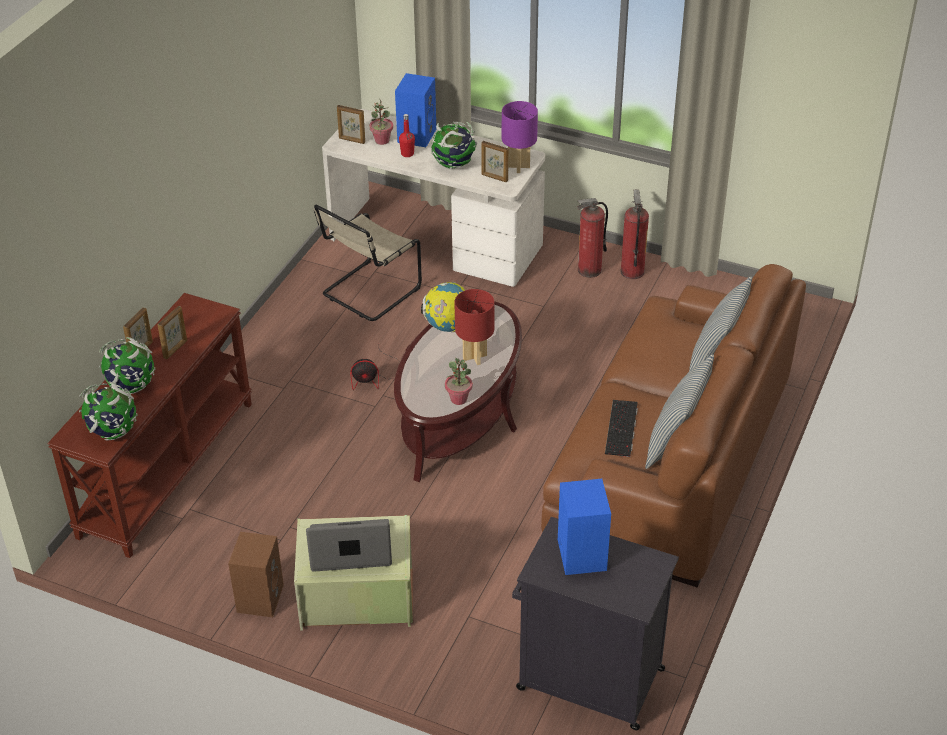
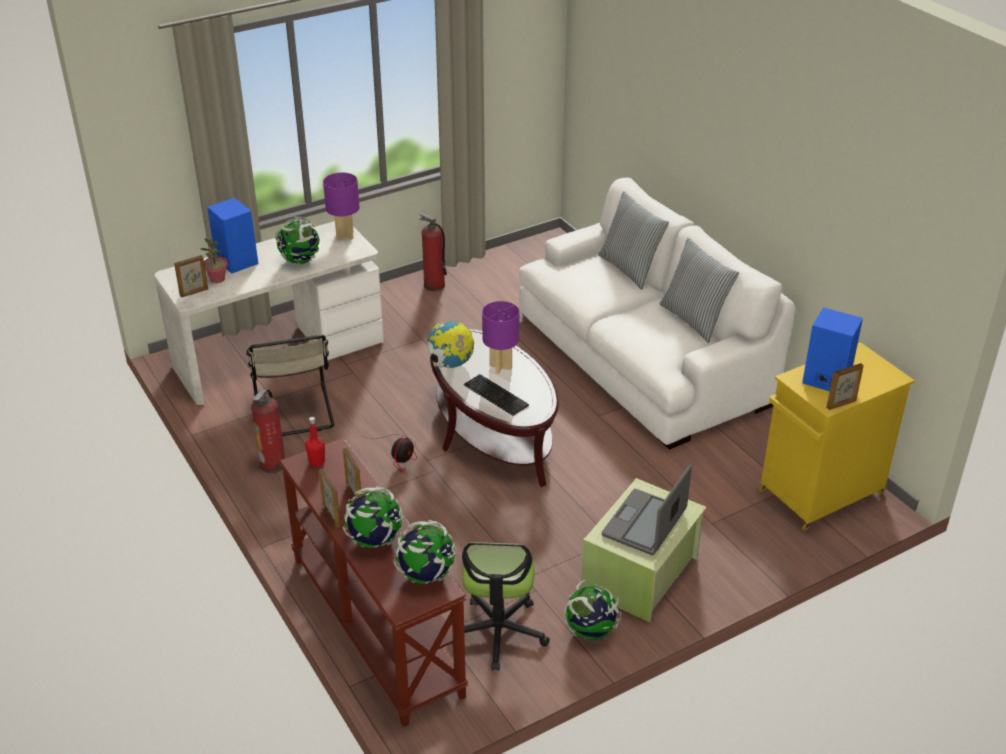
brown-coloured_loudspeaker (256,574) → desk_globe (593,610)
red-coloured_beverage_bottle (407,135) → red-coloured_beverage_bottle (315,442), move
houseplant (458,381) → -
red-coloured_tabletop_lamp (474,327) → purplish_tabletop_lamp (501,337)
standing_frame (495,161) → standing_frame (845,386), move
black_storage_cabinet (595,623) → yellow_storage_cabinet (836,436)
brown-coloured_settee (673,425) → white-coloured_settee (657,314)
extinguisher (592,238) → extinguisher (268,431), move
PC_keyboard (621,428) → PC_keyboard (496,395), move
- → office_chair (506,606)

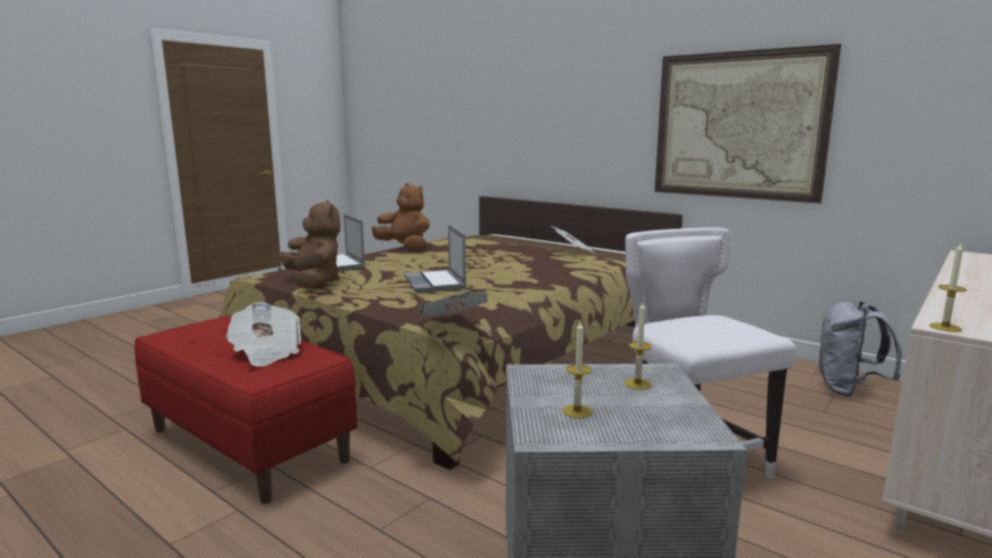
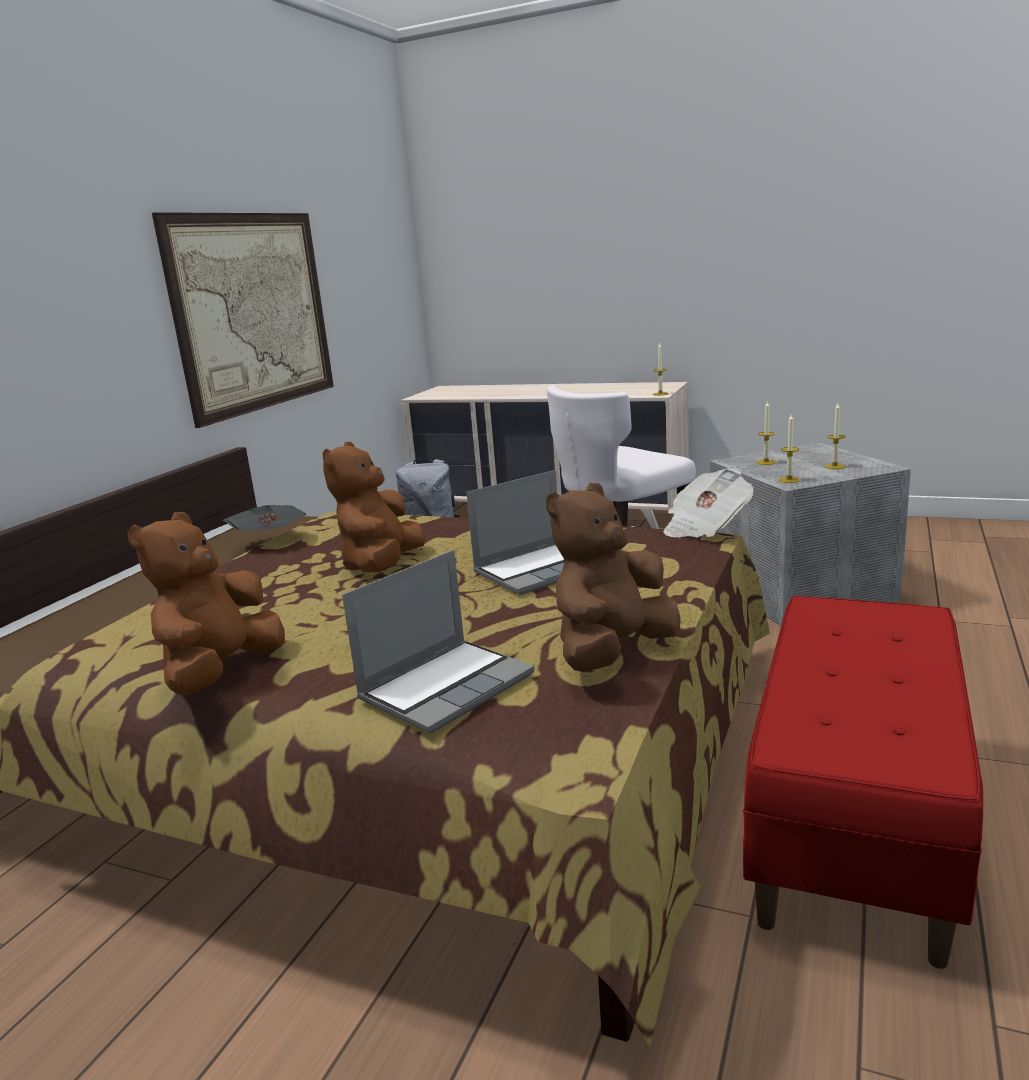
newspaper (263,334) → -
- → brown-coloured_cuddly_toy (374,507)
- → wax_light (789,449)

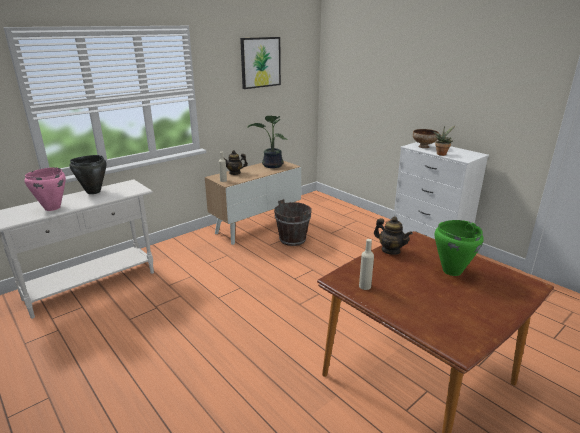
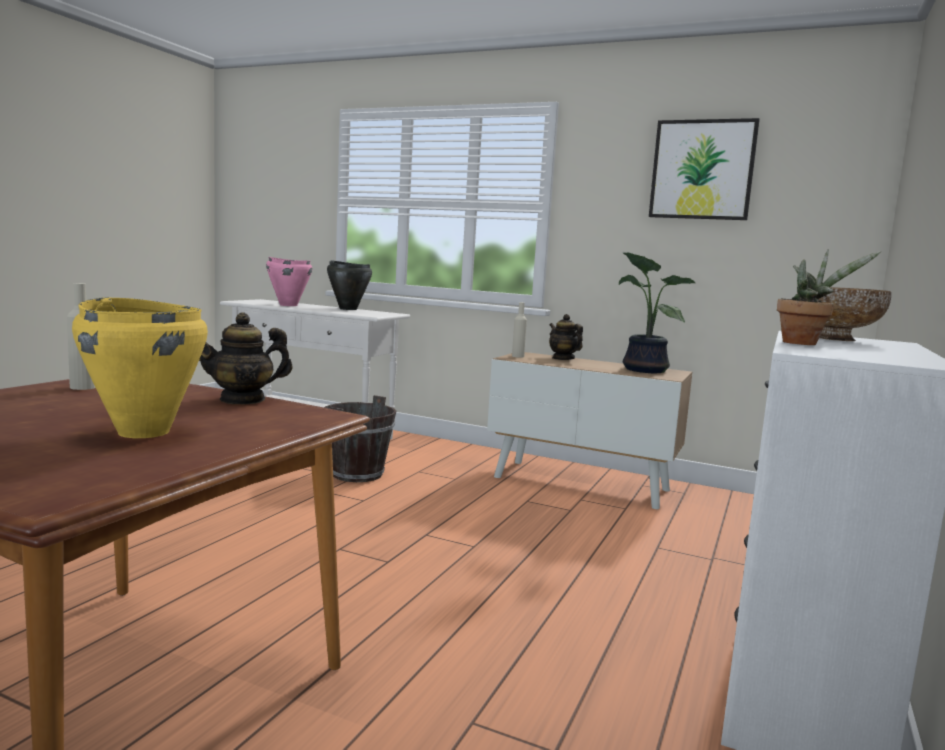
brown-coloured_water_bucket (293,222) → brown-coloured_water_bucket (360,438), move
teapot (393,235) → teapot (245,358), 45 degrees clockwise
green-coloured_saucepot (459,248) → yellow_saucepot (140,367)

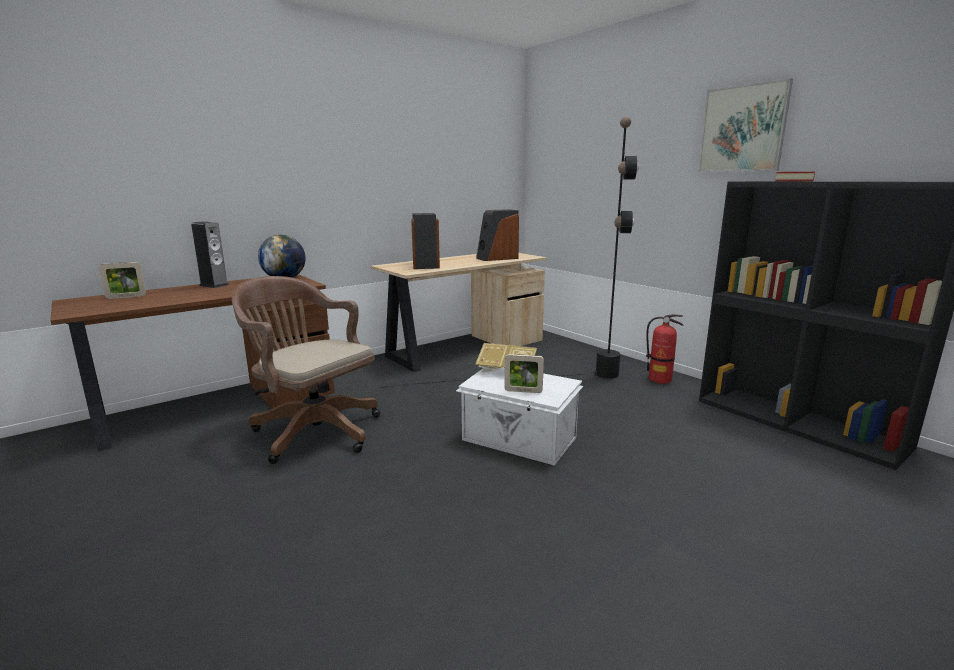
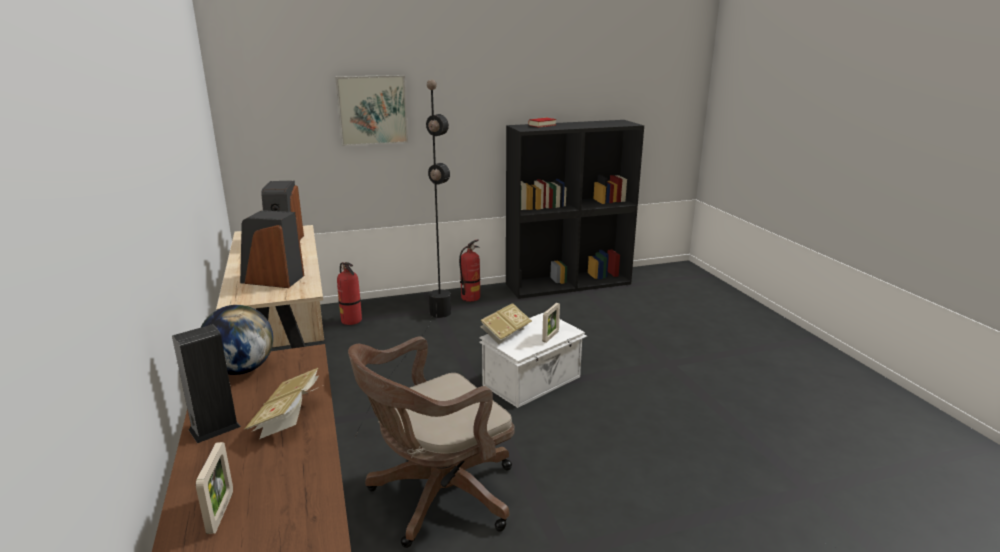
wall_art (745,125) → wall_art (371,110), move
- → bound_book (281,403)
- → extinguisher (349,293)

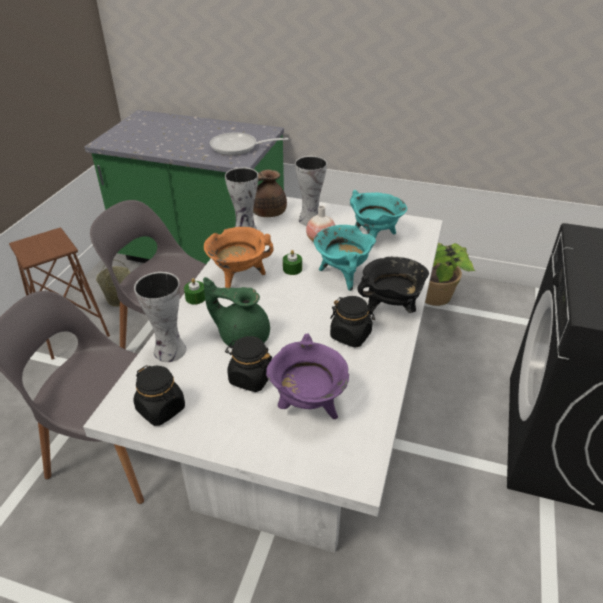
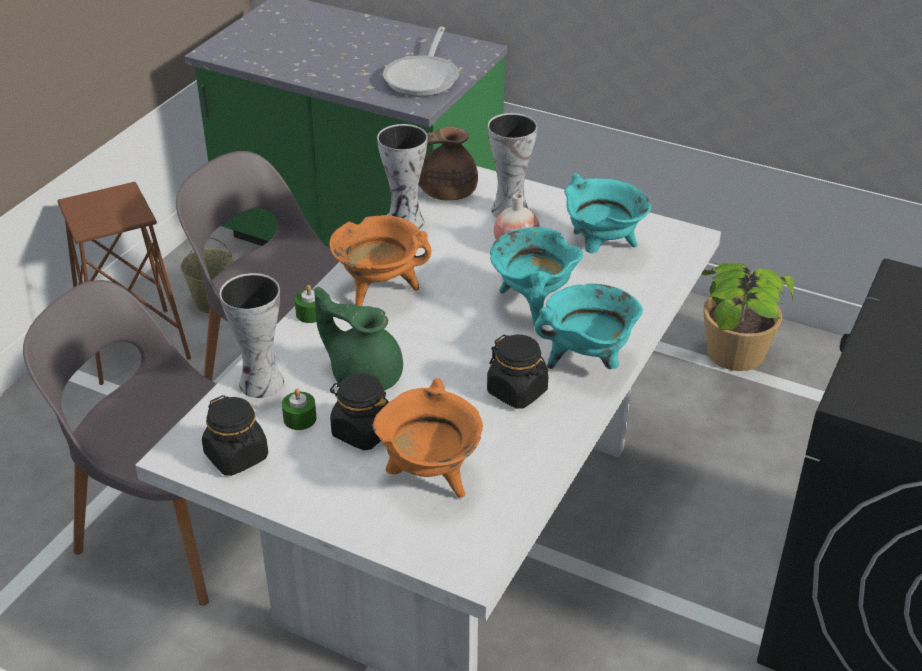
pan (249,143) → pan (421,61), 90 degrees counterclockwise
purplish_saucepot (307,376) → orangey_saucepot (428,438)
green-coloured_wax_light (292,262) → green-coloured_wax_light (299,409), move
black_saucepot (393,286) → turquoise_saucepot (588,326)

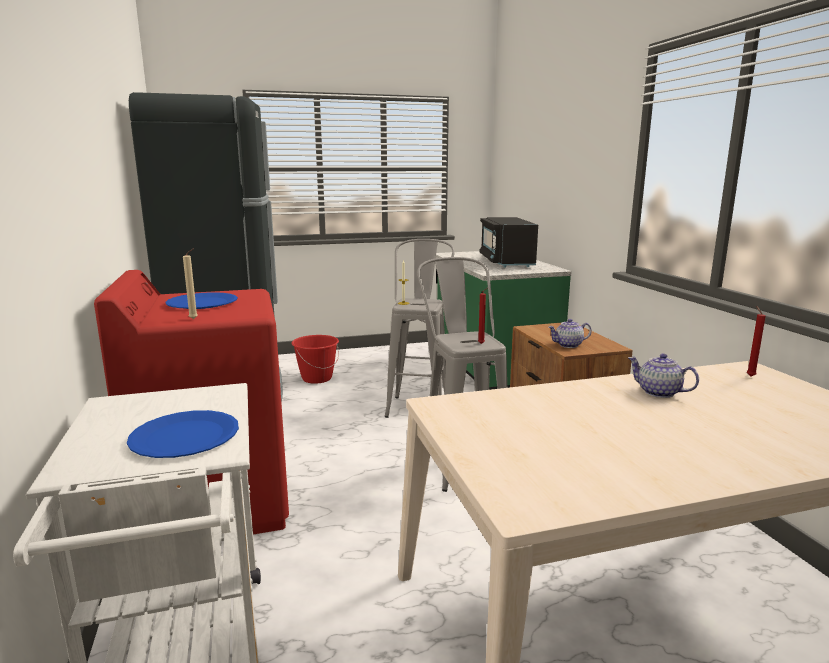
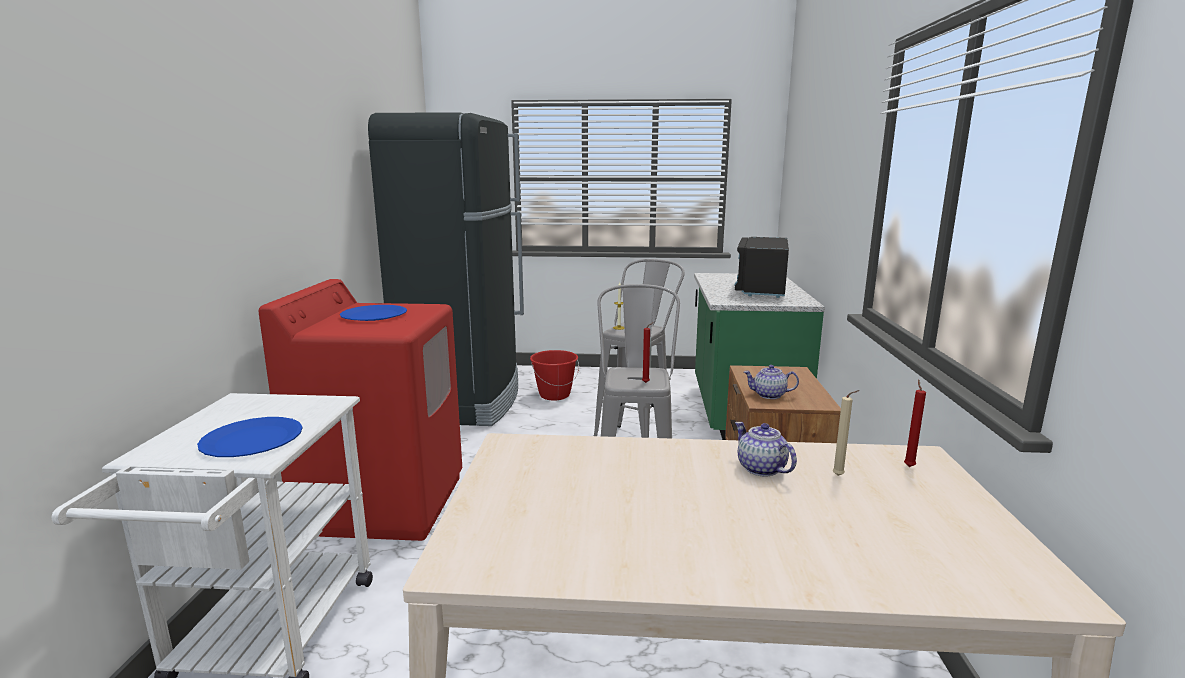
beige-coloured_wax_light (190,284) → beige-coloured_wax_light (845,433), move

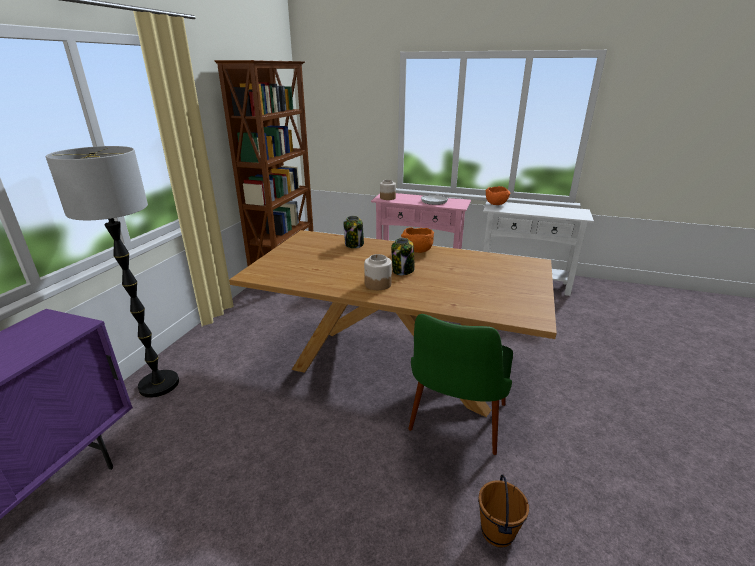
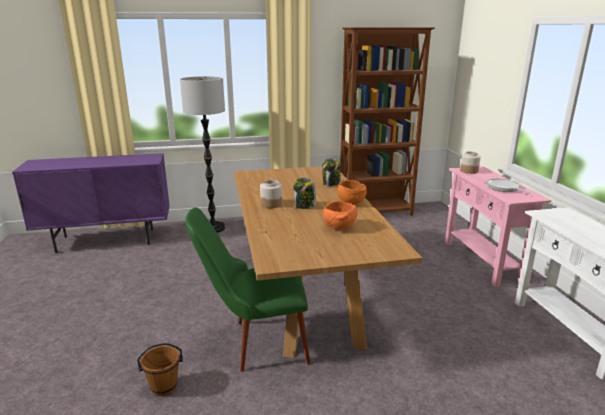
orangey_bowl (498,195) → orangey_bowl (340,215), move

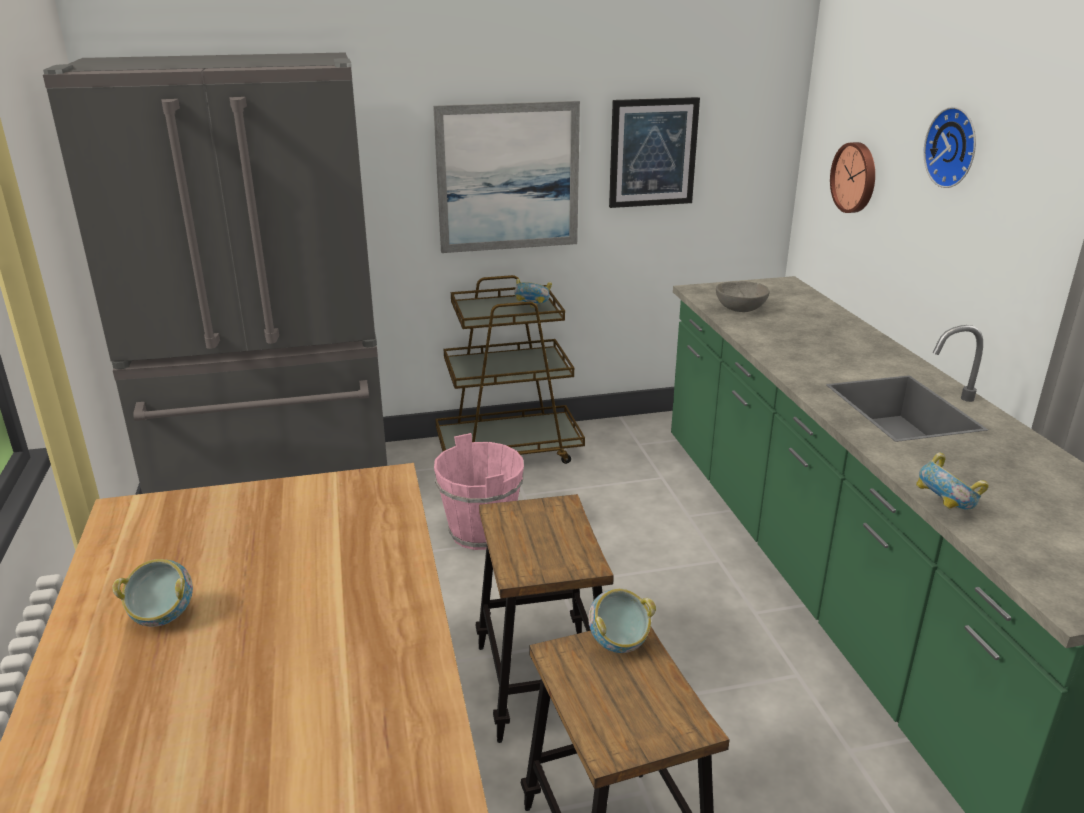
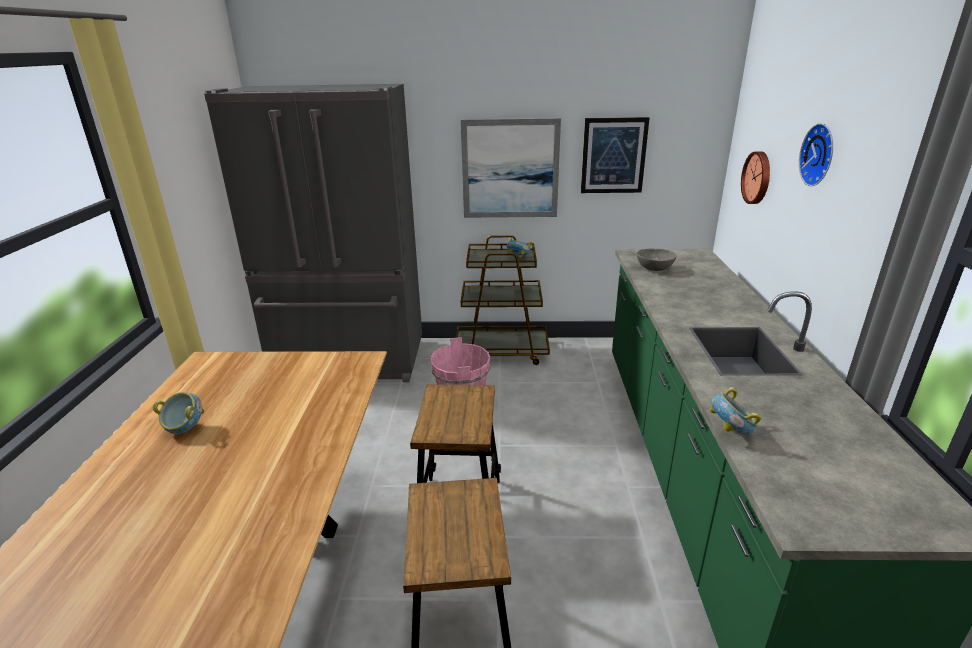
bowl (622,621) → -

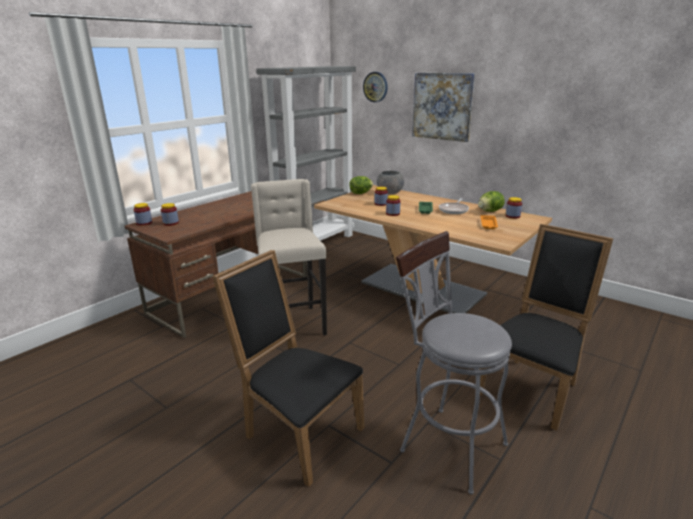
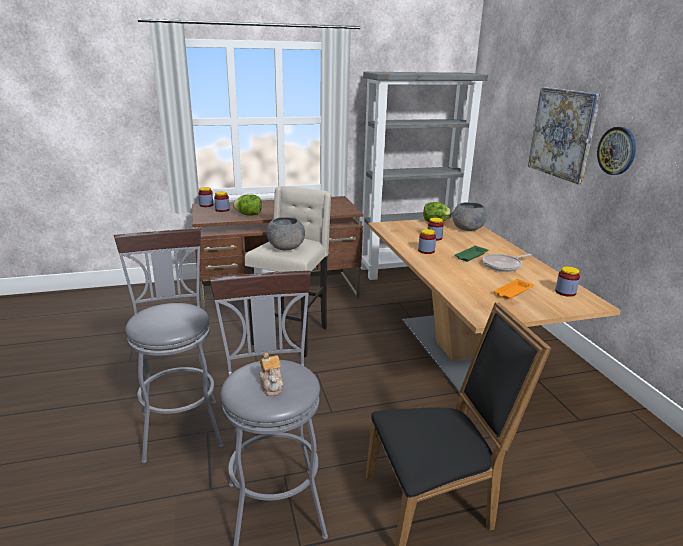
black_upright_chair (288,368) → greyish_stool (169,346)
wall_clock (375,87) → wall_clock (616,151), move
lettuce_head (491,201) → lettuce_head (247,205), move
- → teapot (271,374)
- → greyish_bowl (285,233)

